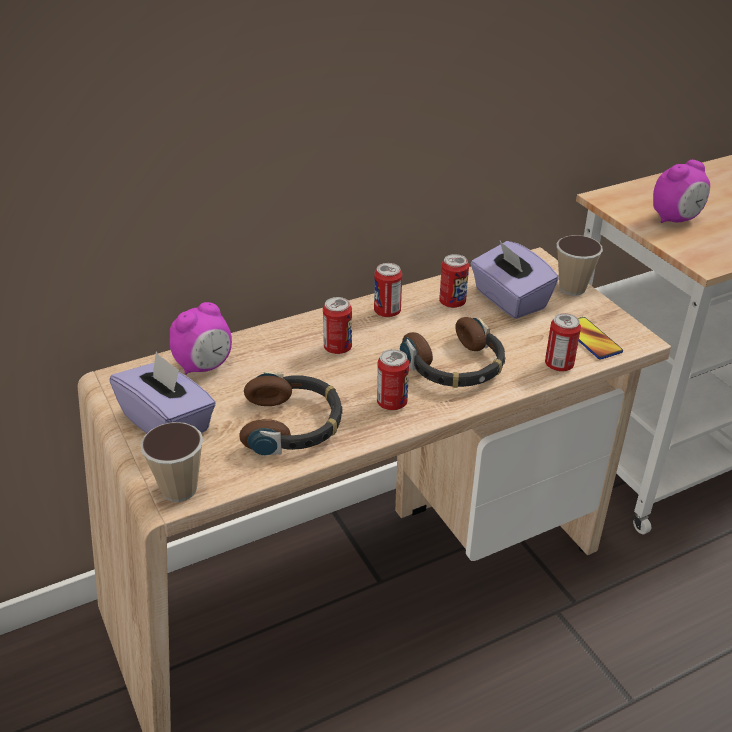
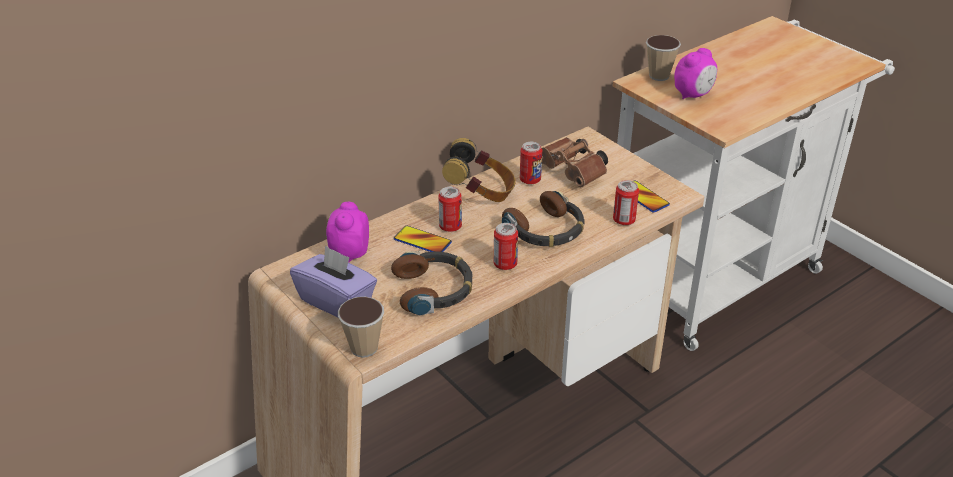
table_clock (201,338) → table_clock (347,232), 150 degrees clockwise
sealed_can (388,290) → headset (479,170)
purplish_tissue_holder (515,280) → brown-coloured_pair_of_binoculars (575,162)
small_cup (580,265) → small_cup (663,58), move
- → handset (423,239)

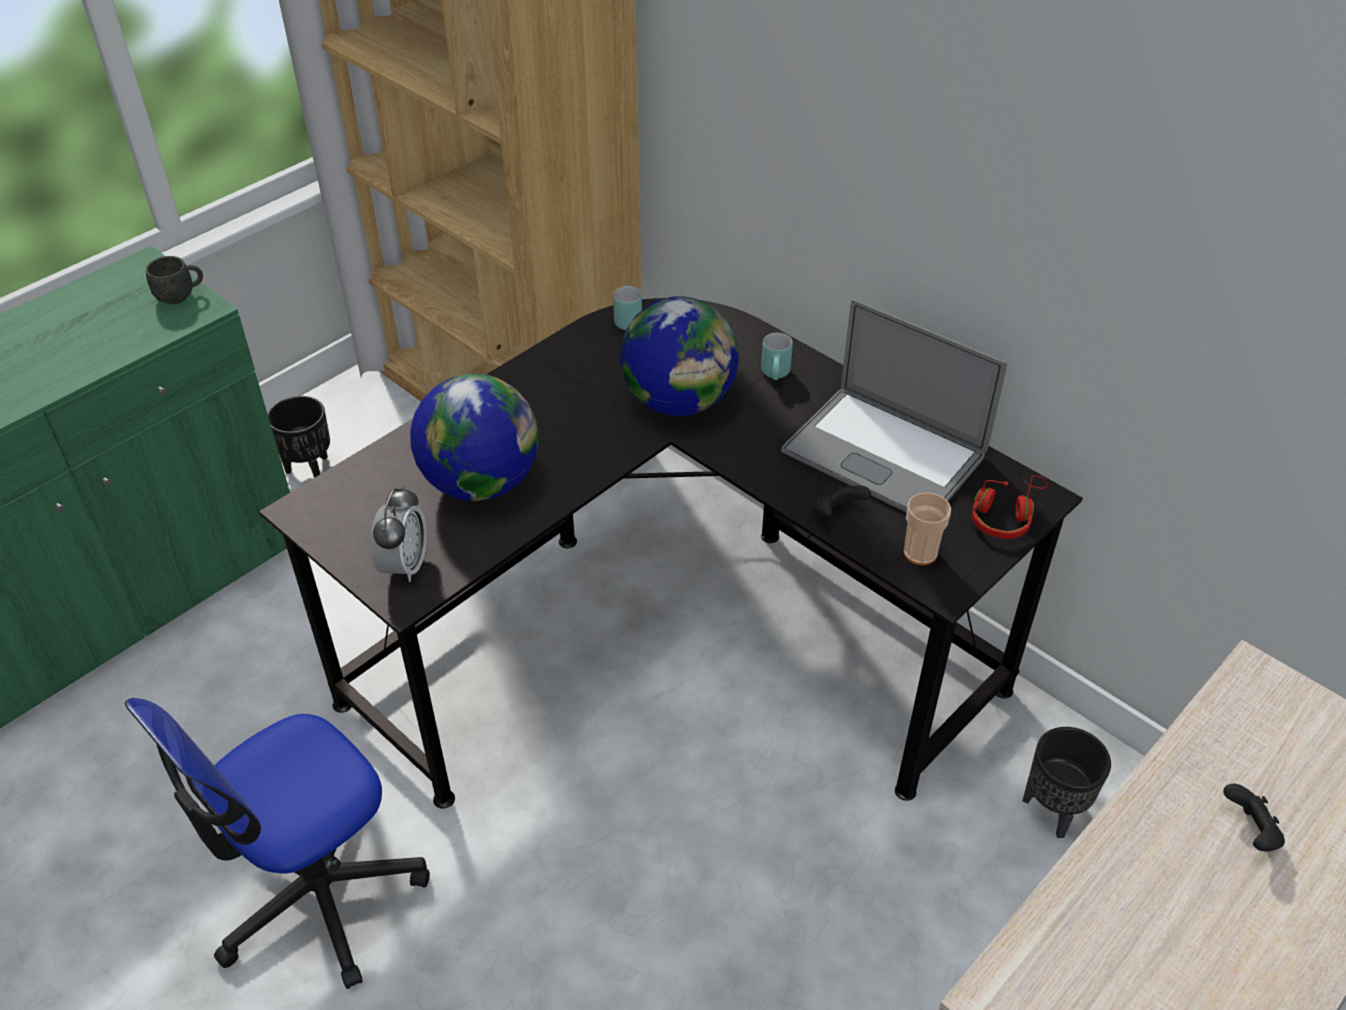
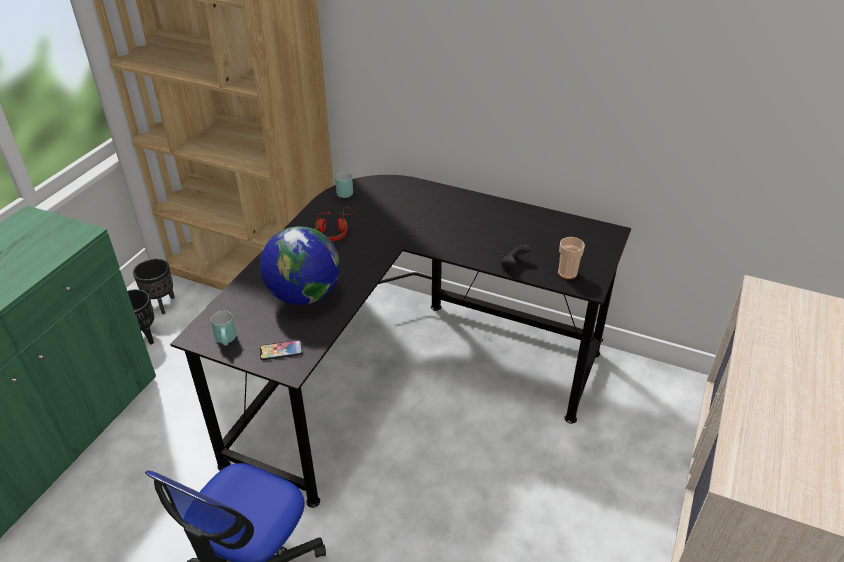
greyish_tea_mug (174,280) → -
table_clock (399,534) → handset (281,350)
desk_globe (679,356) → -
turquoise_tea_mug (777,356) → turquoise_tea_mug (223,328), move
notebook_computer (894,406) → -
red-coloured_headset (1009,507) → red-coloured_headset (334,224), move
black_flower_pot (1067,782) → black_flower_pot (154,286), move
black_game_controller (1254,817) → -

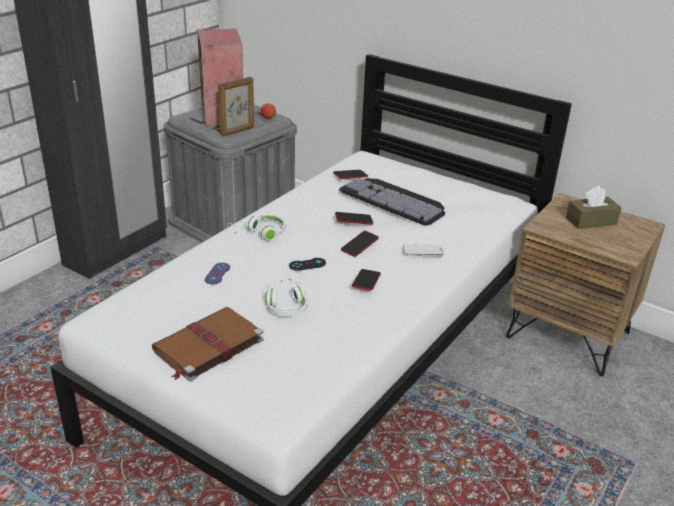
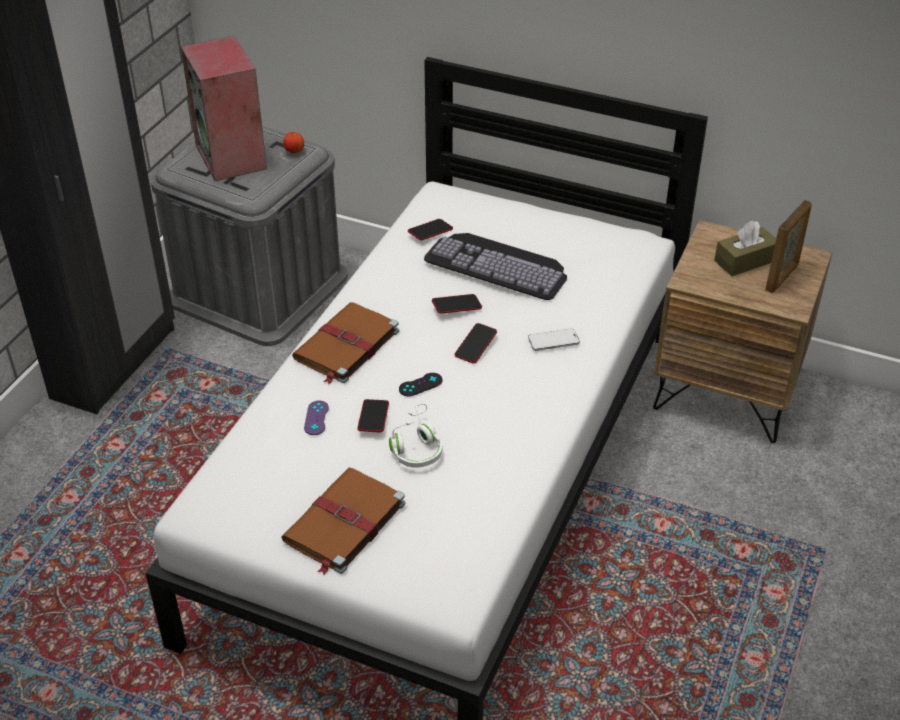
standing_frame (236,106) → standing_frame (788,246), move
white-coloured_headset (256,227) → brown-coloured_bound_book (345,343)
handset (366,279) → handset (373,415), move

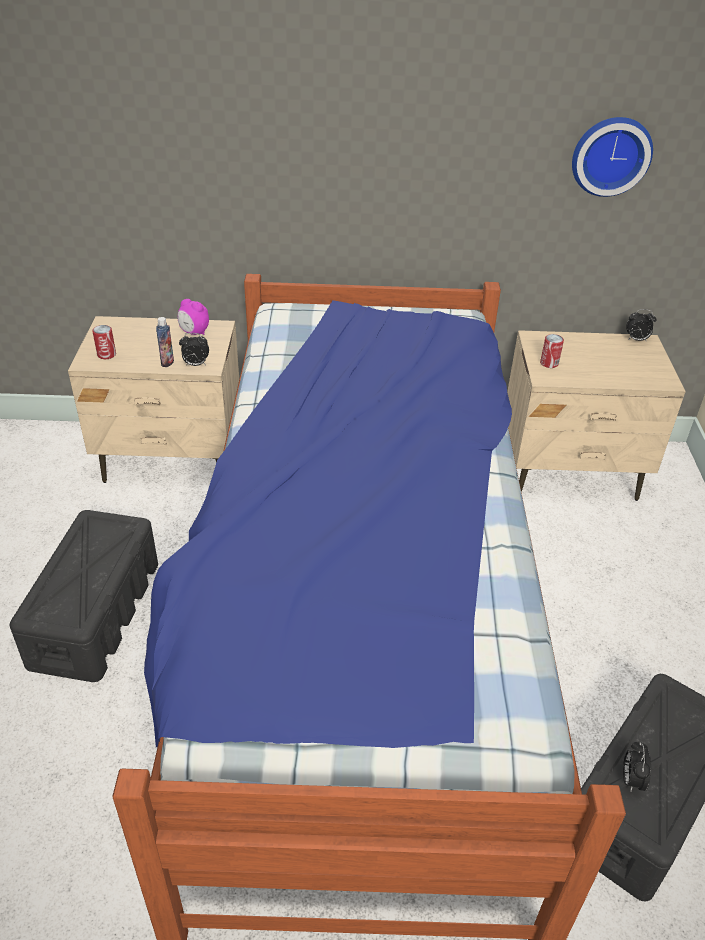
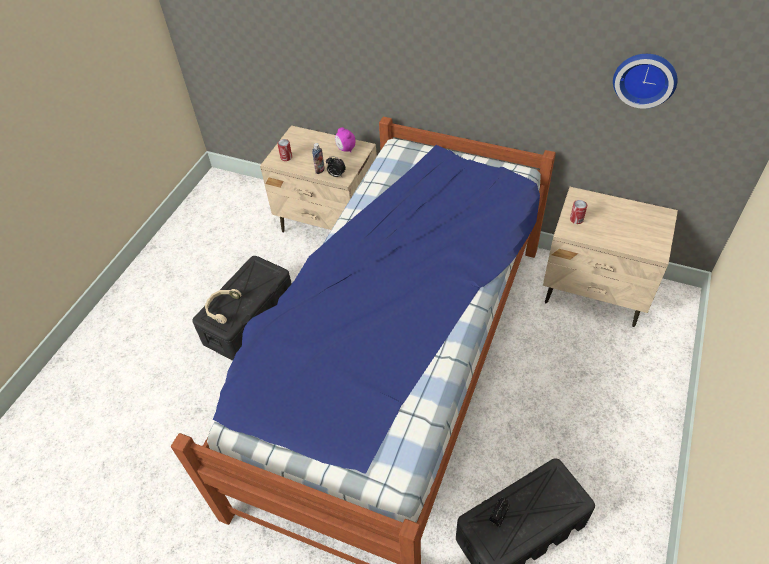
table_clock (641,325) → -
- → beige-coloured_headset (223,306)

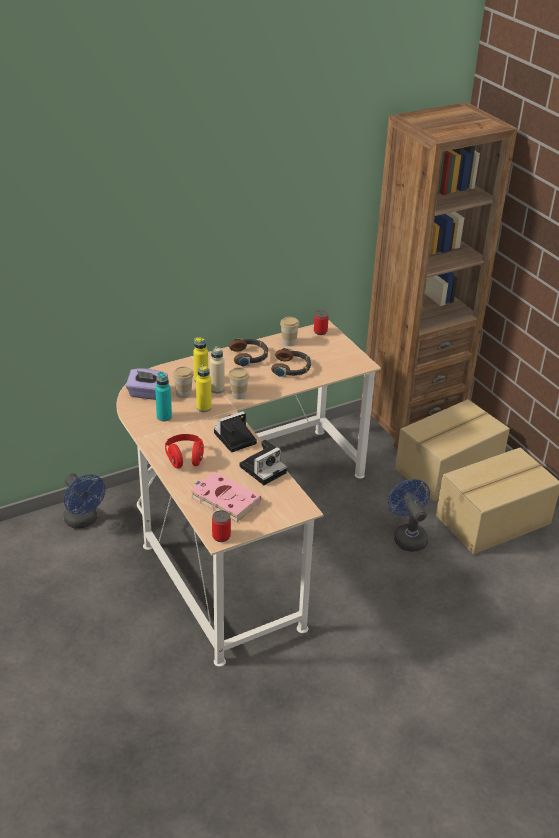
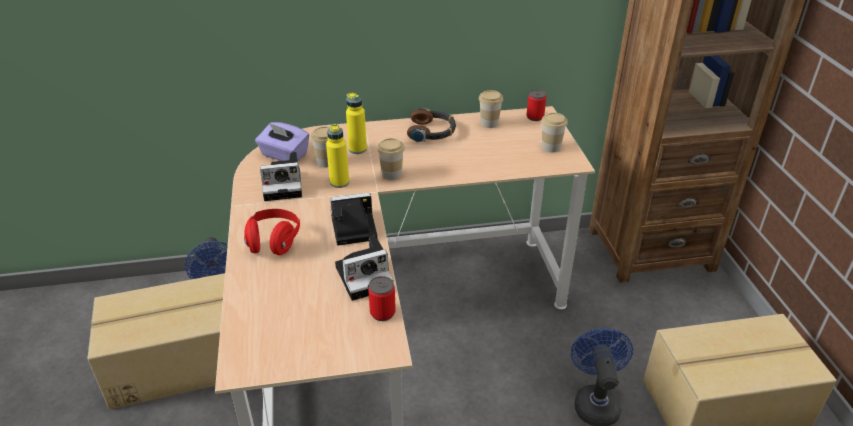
turquoise_beverage_bottle (163,397) → photo_camera (281,176)
pink_bound_book (226,497) → -
beige-coloured_beverage_bottle (217,369) → -
sealed_can (221,526) → sealed_can (382,298), move
headset (291,362) → -
carton (452,450) → carton (156,341), move
- → small_cup (554,132)

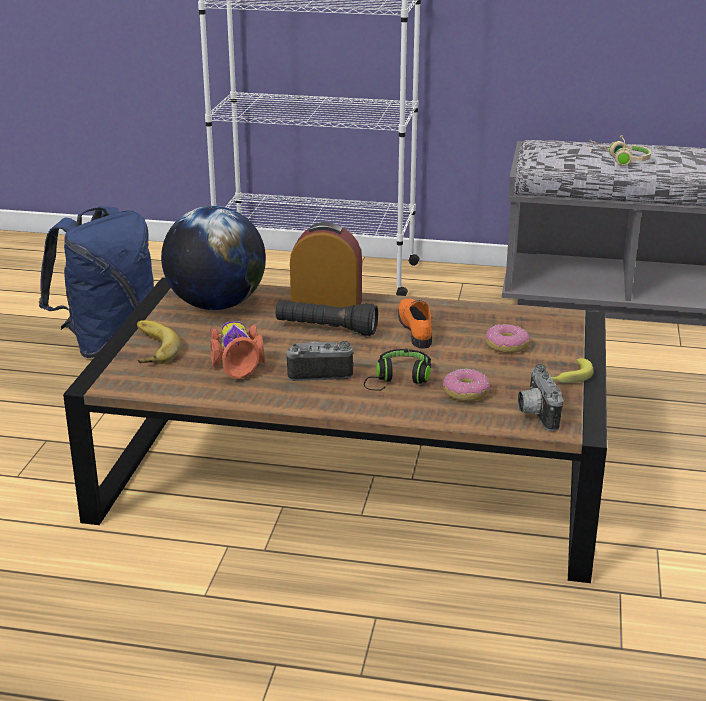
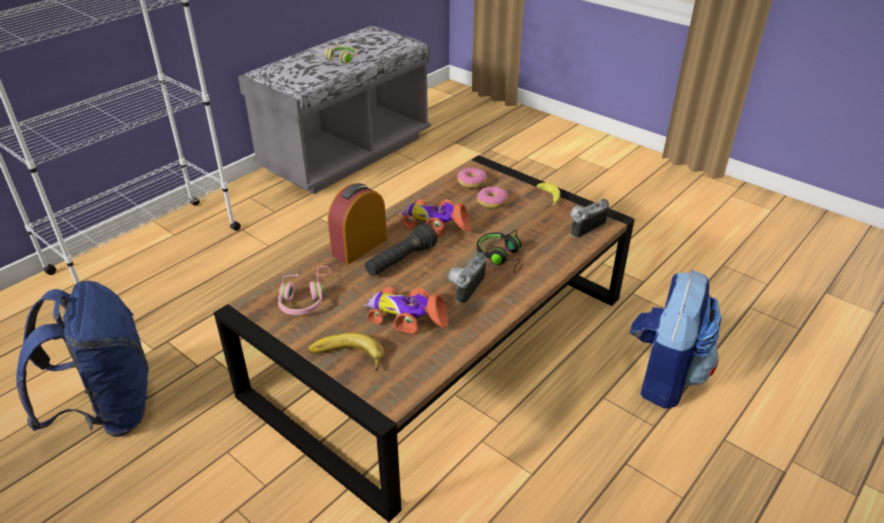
desk_globe (213,258) → pink_headset (304,290)
orangey_low_shoe (415,323) → miniature_car (434,217)
doughnut (466,385) → doughnut (472,178), move
photo_camera (540,398) → photo_camera (589,218), 120 degrees clockwise
- → rucksack (675,339)

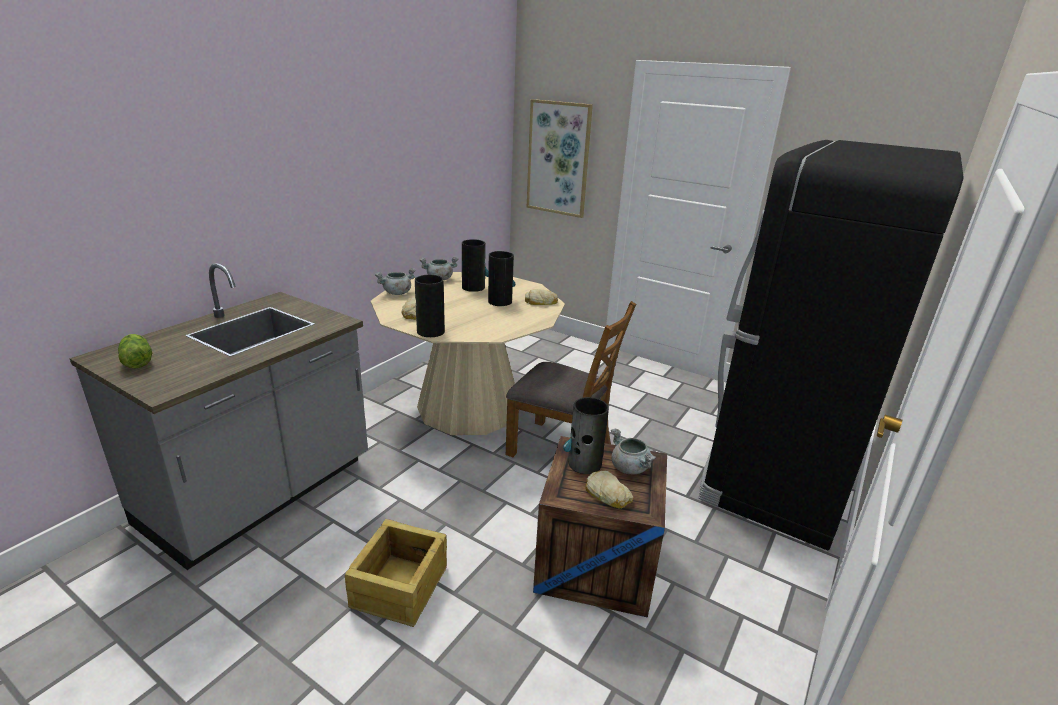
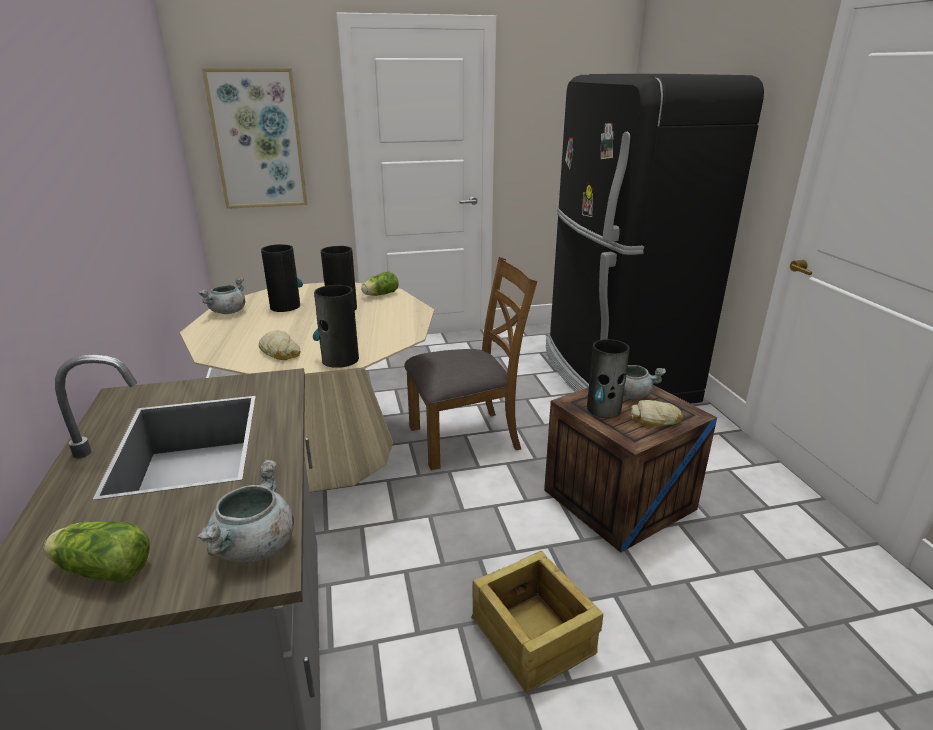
greyish_saucepot (395,281) → greyish_saucepot (245,511), move
bread (541,297) → lettuce_head (380,284)

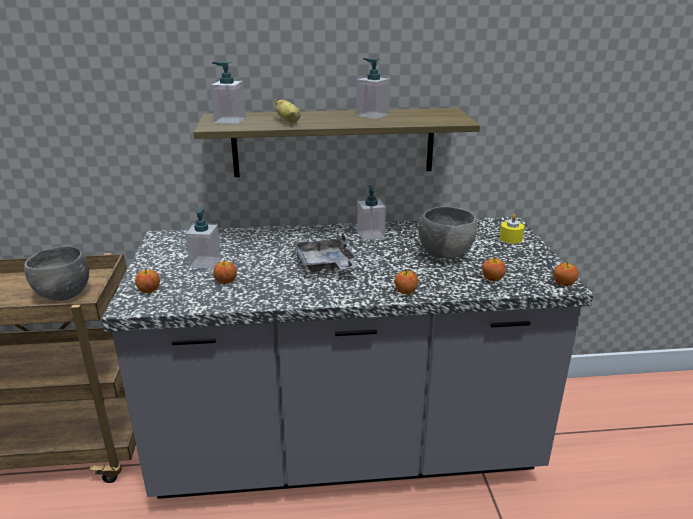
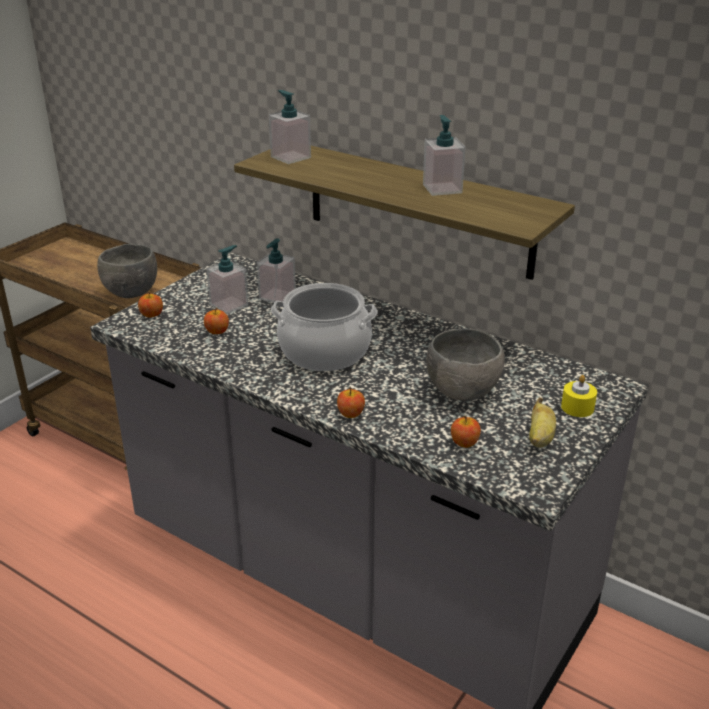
banana_fruit (287,110) → banana_fruit (542,422), move
greyish_tray (325,252) → saucepot (324,327)
soap_dispenser (371,212) → soap_dispenser (276,271), move
apple (565,274) → -

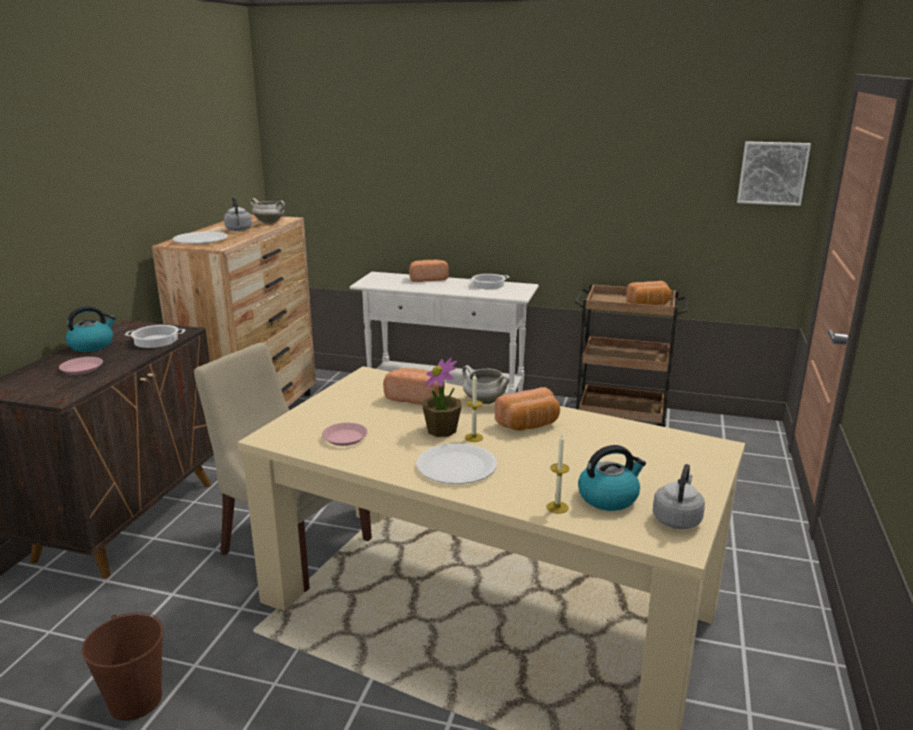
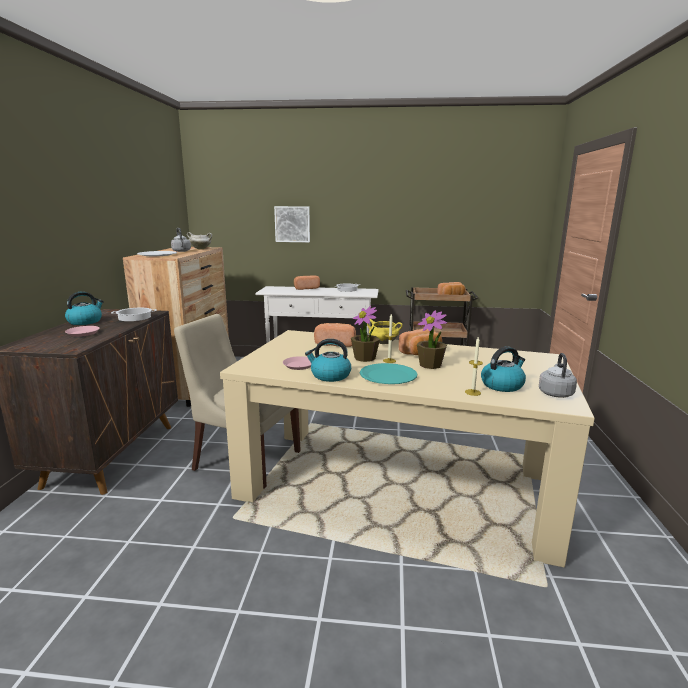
brown-coloured_water_bucket (122,666) → -
white-coloured_plate (456,463) → turquoise_plate (388,373)
white-coloured_saucepot (486,384) → yellow_saucepot (385,331)
wall_art (774,173) → wall_art (292,224), move
- → tea_kettle (328,360)
- → houseplant (432,339)

